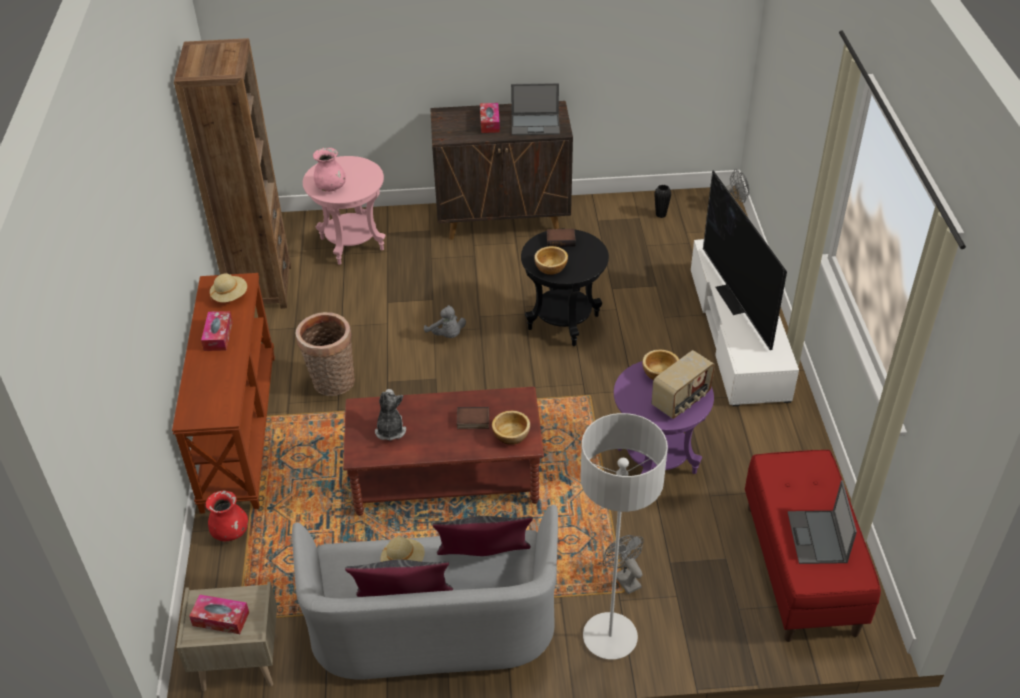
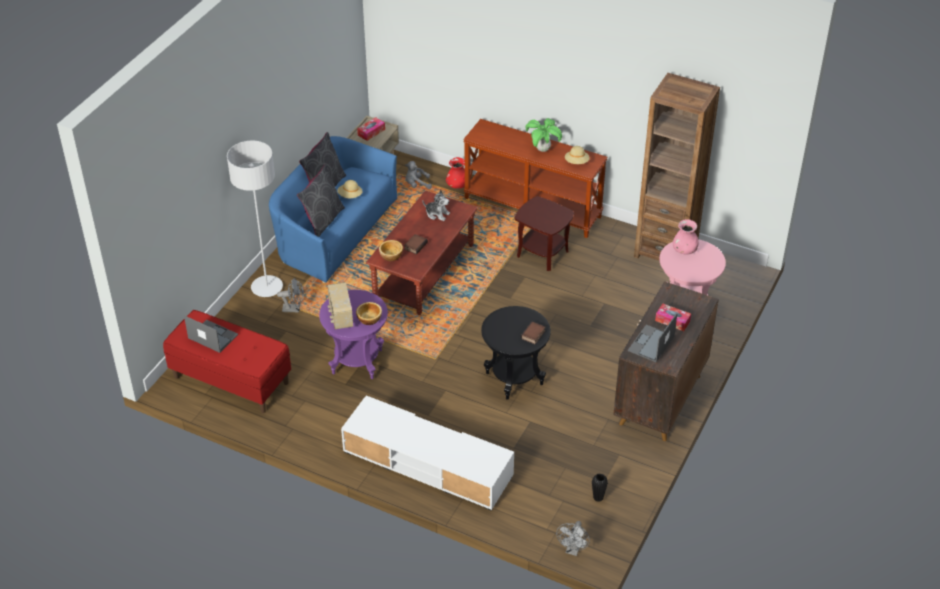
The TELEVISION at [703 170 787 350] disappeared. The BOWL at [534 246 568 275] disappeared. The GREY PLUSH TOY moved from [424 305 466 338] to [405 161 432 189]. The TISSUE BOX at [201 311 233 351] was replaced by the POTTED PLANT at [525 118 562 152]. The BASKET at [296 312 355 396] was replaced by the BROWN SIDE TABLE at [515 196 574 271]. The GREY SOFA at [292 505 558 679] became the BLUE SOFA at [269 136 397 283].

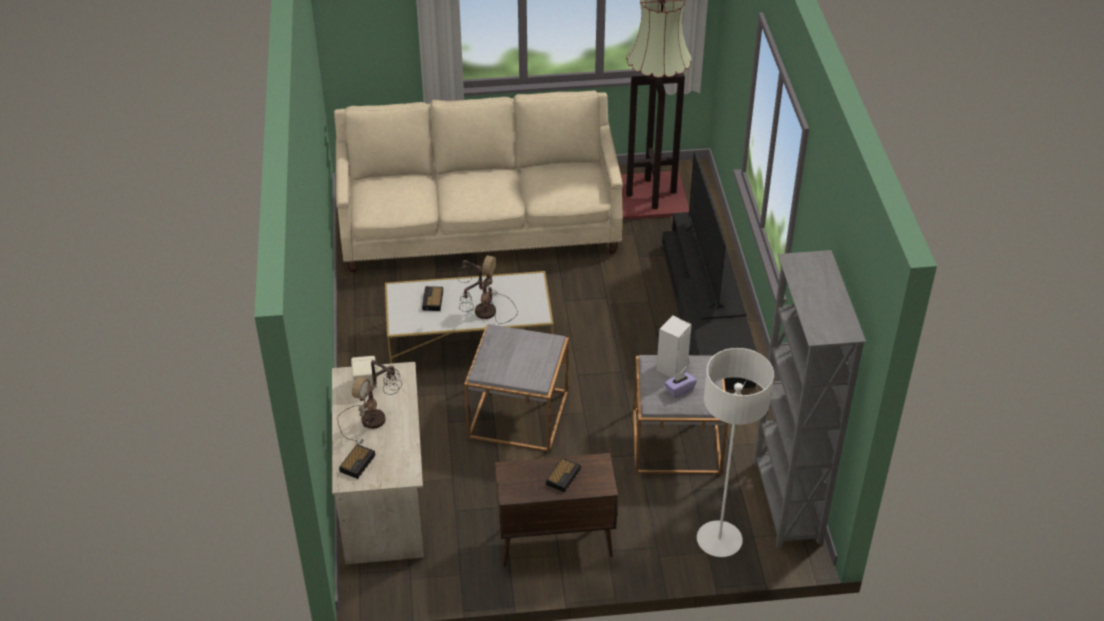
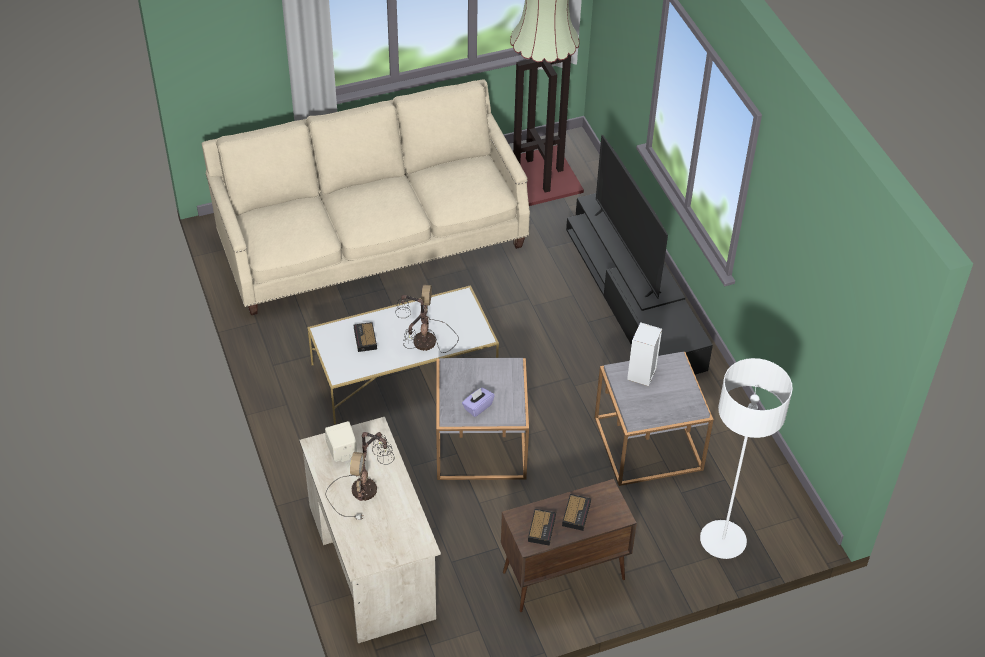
The GREY BOOKCASE at [753 250 866 548] disappeared. The PURPLE TISSUE BOX moved from [664 371 697 398] to [462 387 495 417]. The ALARM CLOCK moved from [339 444 375 479] to [528 509 556 546].

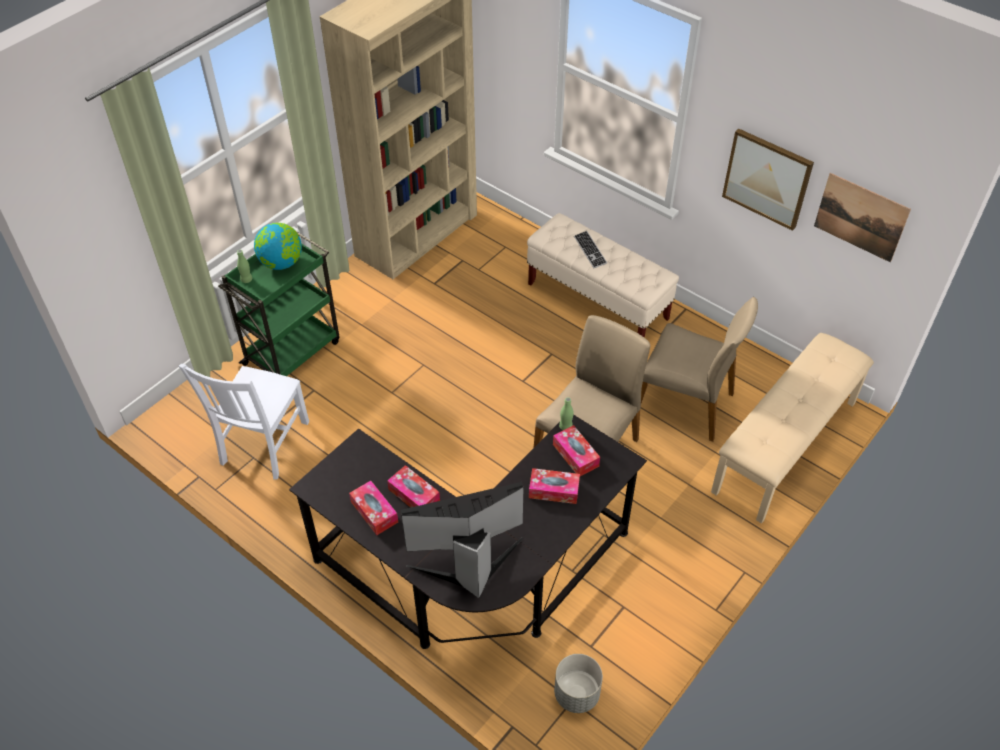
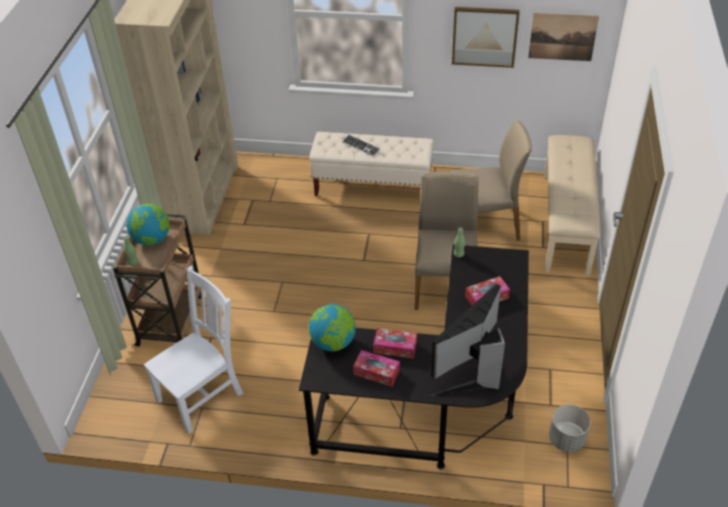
The GREEN CART at [218 231 339 376] became the BROWN CART at [113 214 201 346]. The WHITE CHAIR at [179 364 309 480] turned 120 degrees counterclockwise. The TISSUE BOX at [553 425 600 476] disappeared. The GLOBE at [309 304 356 351] appeared.

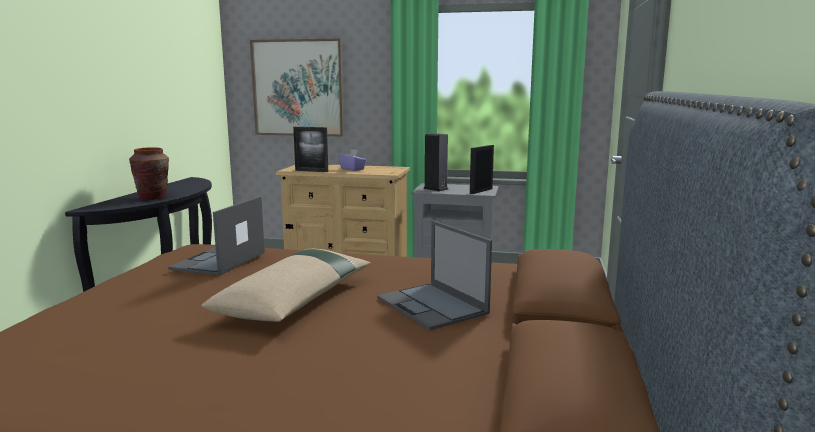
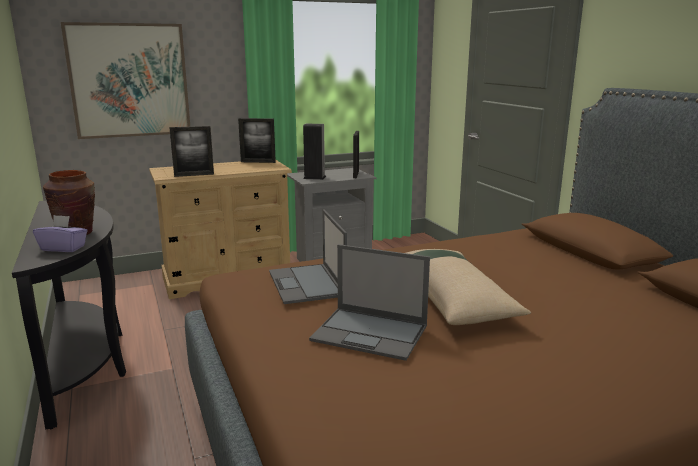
The PURPLE TISSUE BOX moved from [338 149 366 171] to [33 215 88 252]. The LAPTOP moved from [377 220 492 330] to [309 244 430 361]. The PICTURE FRAME at [238 118 276 163] appeared.

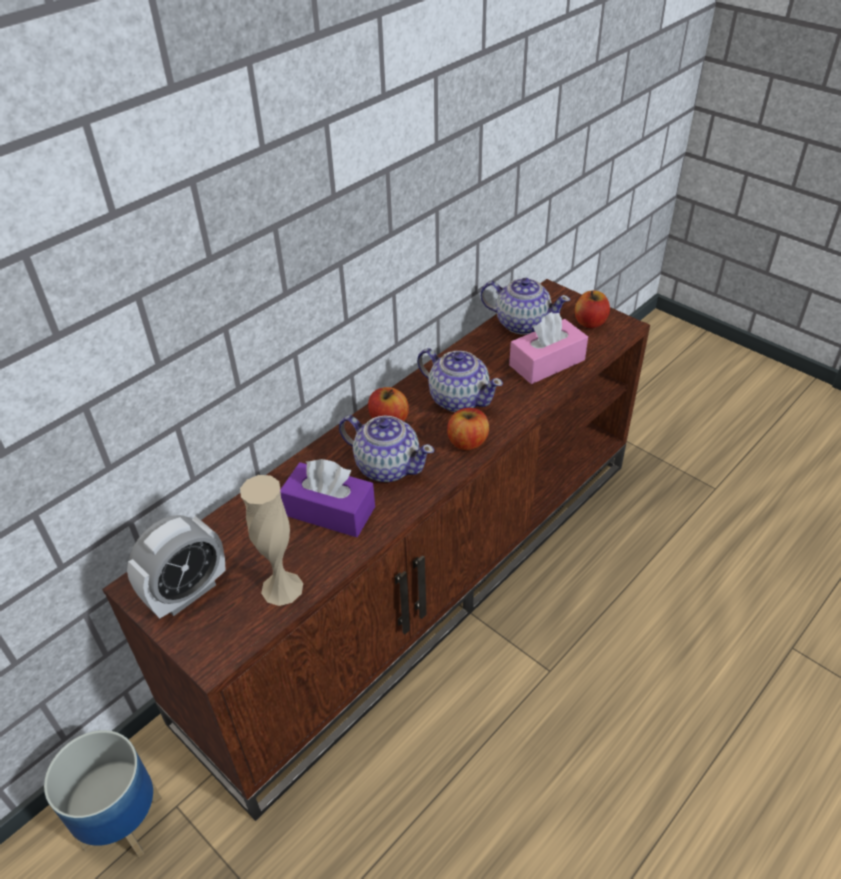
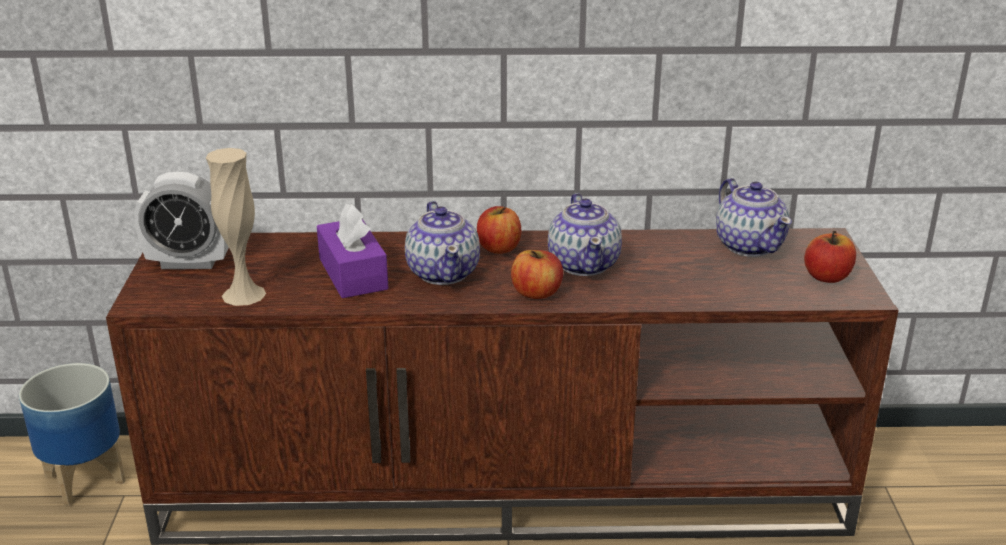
The PINK TISSUE BOX at [509 312 588 384] disappeared.

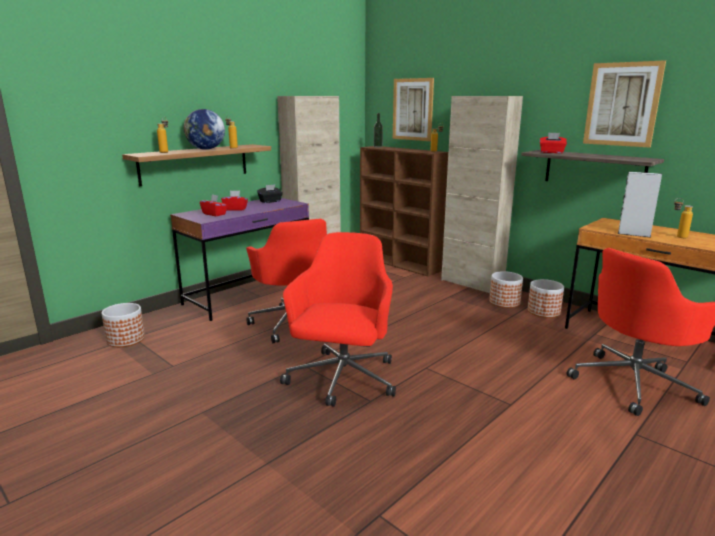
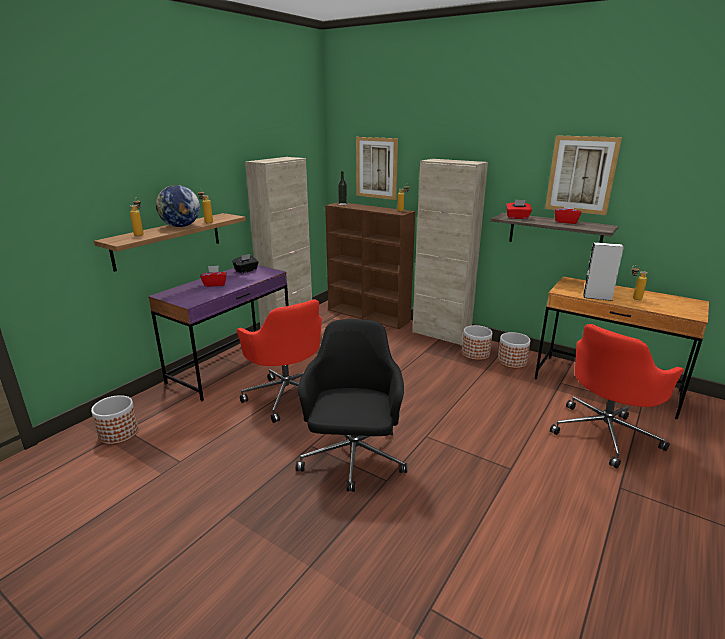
The RED TISSUE BOX moved from [200 195 228 216] to [555 202 581 224]. The RED OFFICE CHAIR at [280 232 396 407] became the BLACK OFFICE CHAIR at [296 319 407 492].

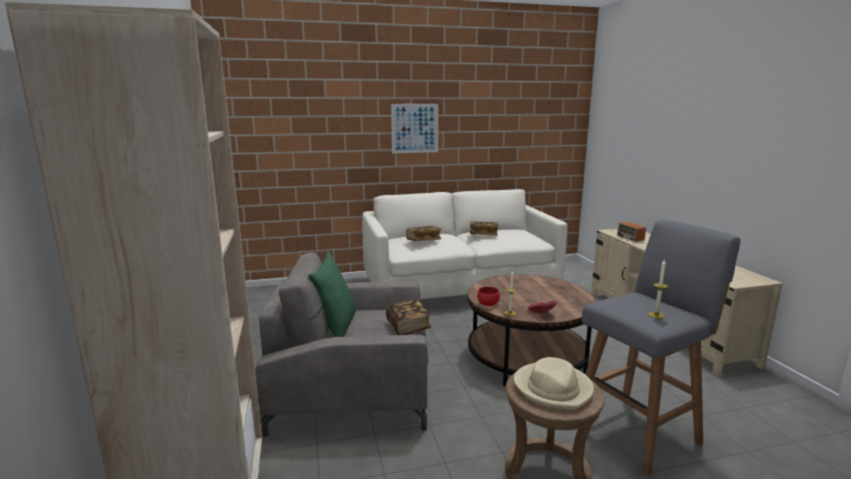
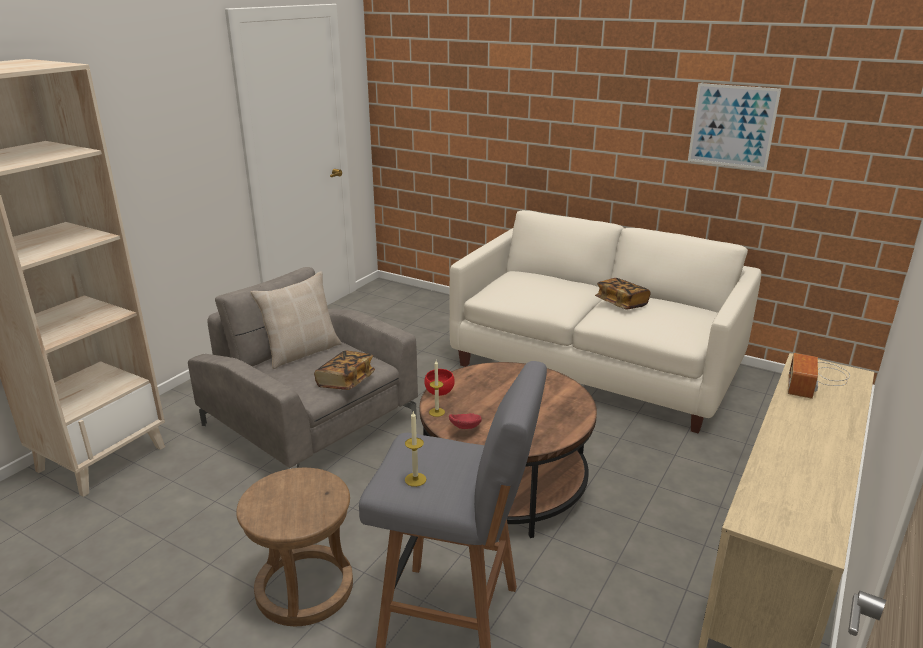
The PICTURE moved from [391 104 438 153] to [688 83 781 170]. The BOOK at [406 226 441 241] disappeared. The GREEN PILLOW at [308 252 356 337] became the BEIGE PILLOW at [250 272 342 369]. The BEIGE HAT at [514 357 594 410] disappeared.

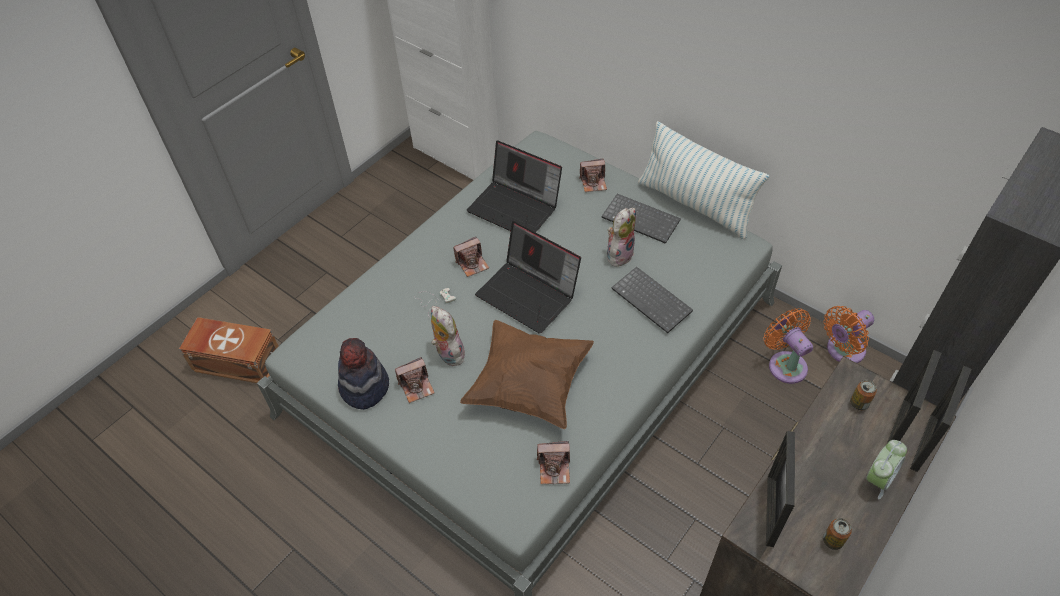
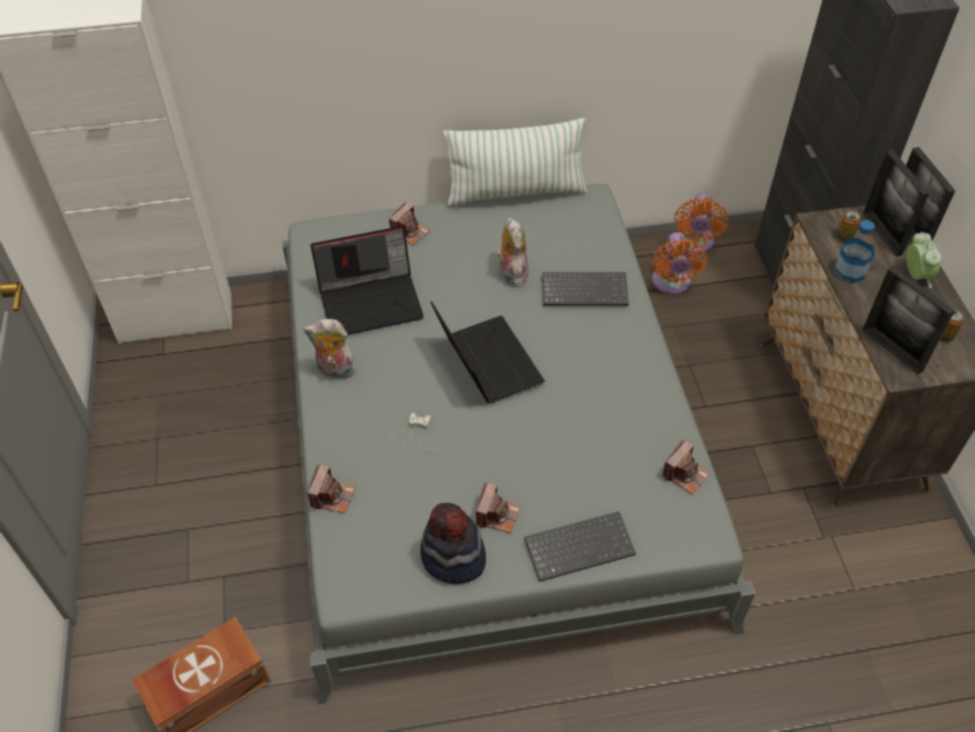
The KEYBOARD moved from [601 194 681 244] to [524 512 636 582]. The LAPTOP at [475 221 581 334] turned 105 degrees counterclockwise. The PHOTO CAMERA moved from [453 237 489 277] to [307 464 356 513]. The PLUSH TOY moved from [431 306 467 366] to [303 319 357 379]. The ORANGE FAN at [764 308 813 384] turned 105 degrees counterclockwise. The BROWN PILLOW at [460 320 594 429] disappeared. The BOTTLE at [834 220 875 283] appeared.

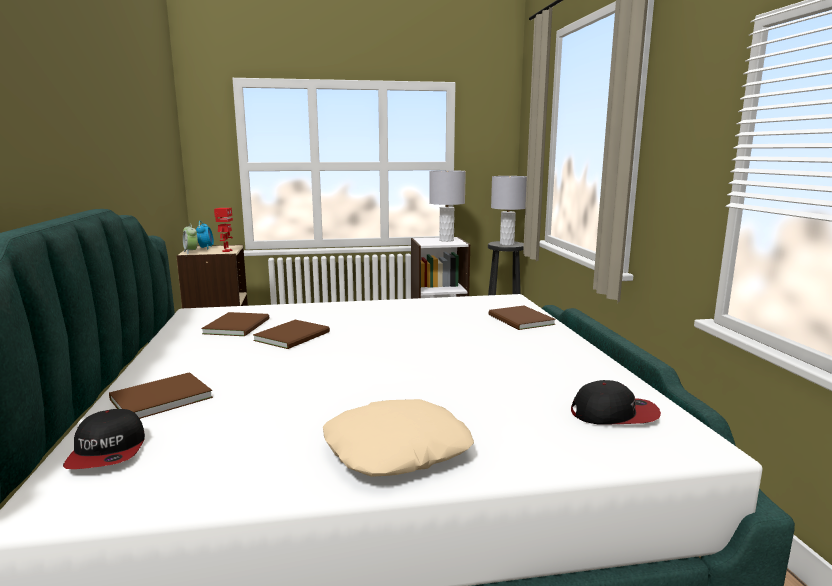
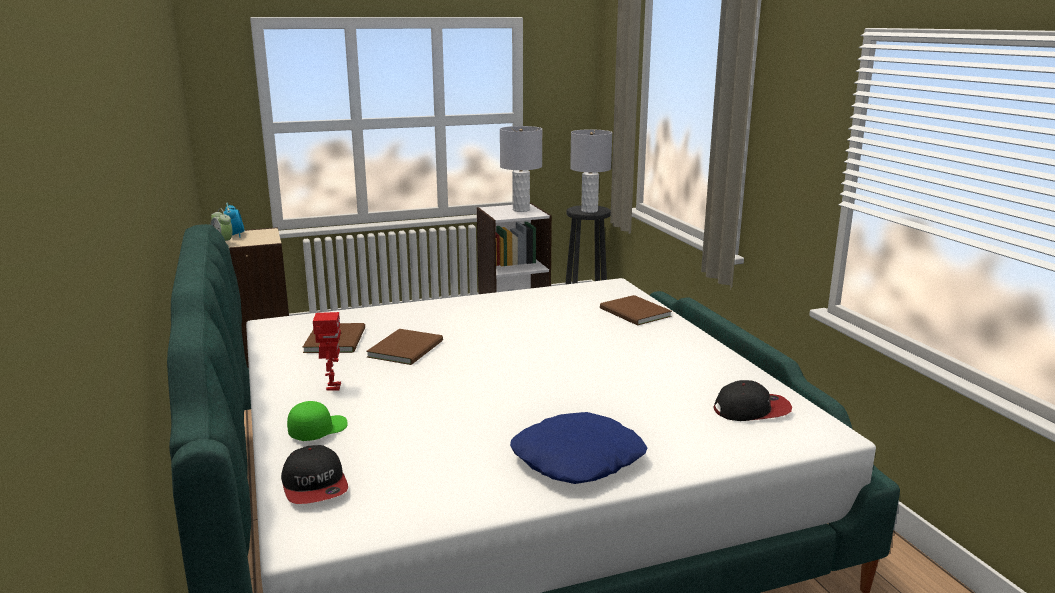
The TOY ROBOT moved from [214 208 233 252] to [313 312 341 391]. The BROWN BOOK at [109 372 213 419] was replaced by the GREEN CAP at [287 401 348 441]. The BEIGE PILLOW at [323 399 474 477] became the BLUE PILLOW at [510 412 648 484].

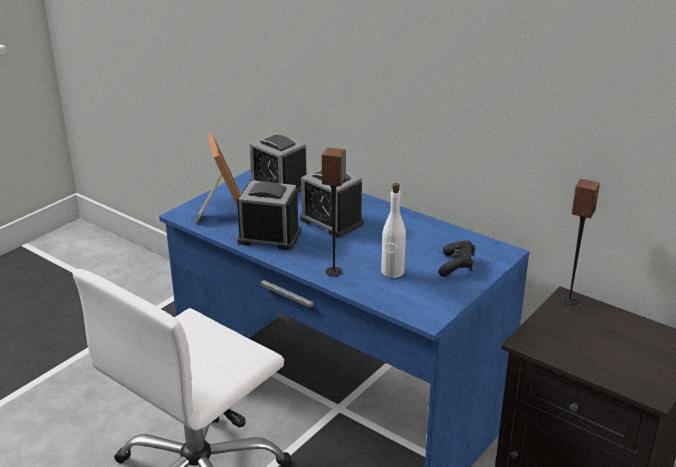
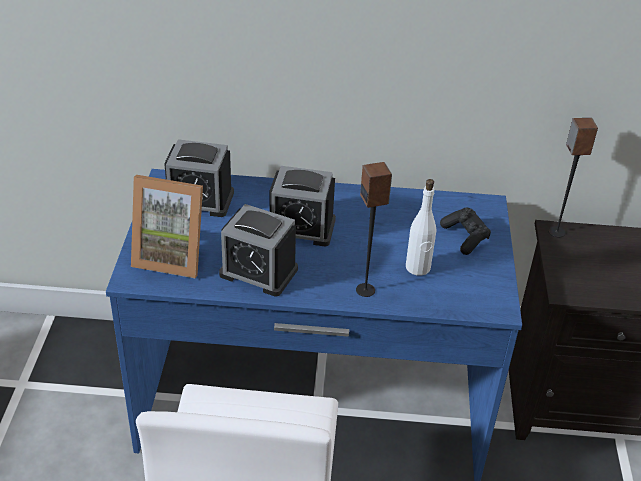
The PICTURE FRAME at [194 133 241 223] turned 150 degrees clockwise. The ALARM CLOCK at [237 180 301 250] turned 135 degrees counterclockwise.

